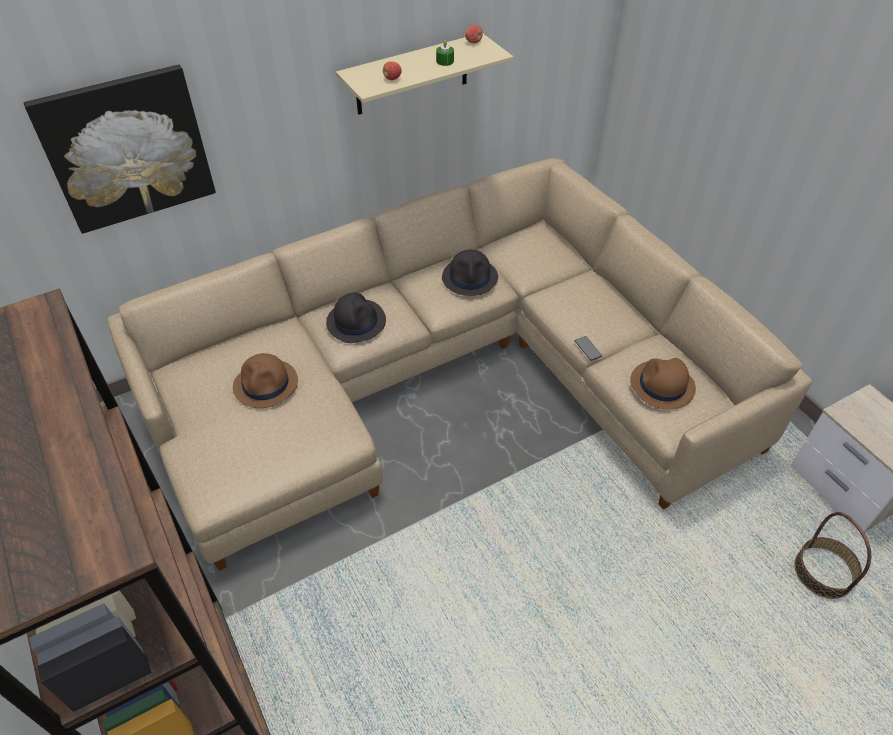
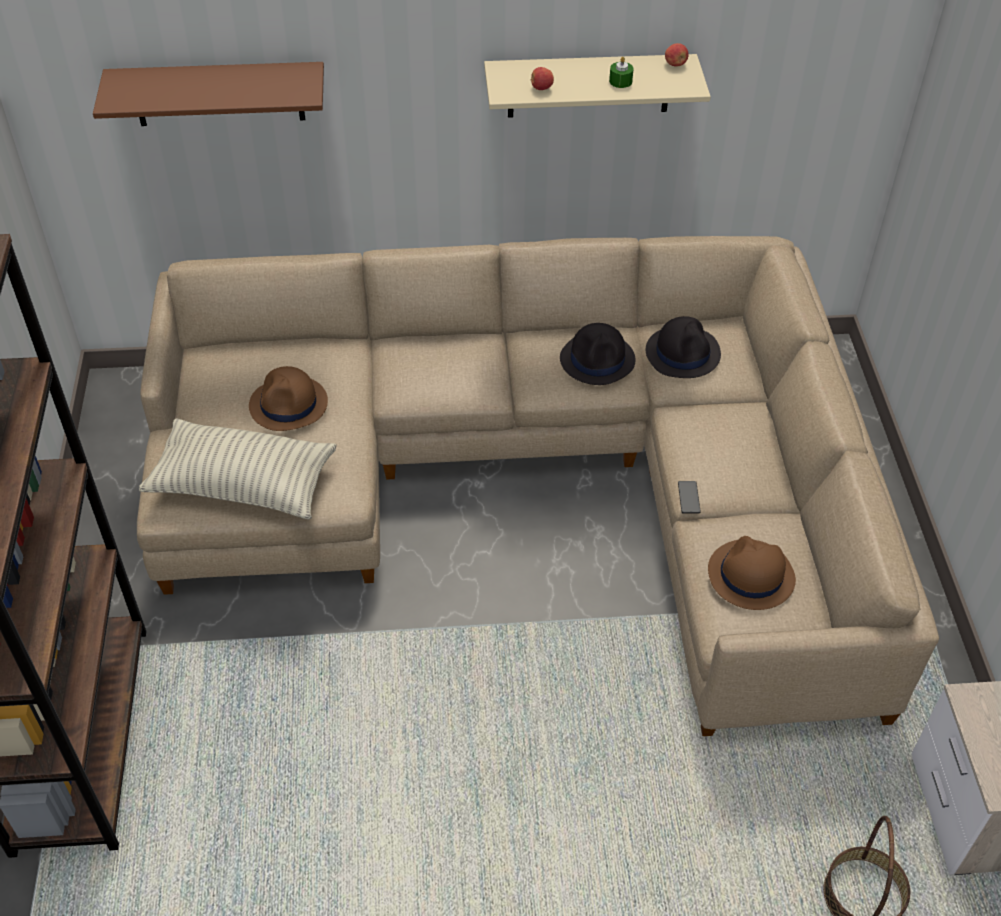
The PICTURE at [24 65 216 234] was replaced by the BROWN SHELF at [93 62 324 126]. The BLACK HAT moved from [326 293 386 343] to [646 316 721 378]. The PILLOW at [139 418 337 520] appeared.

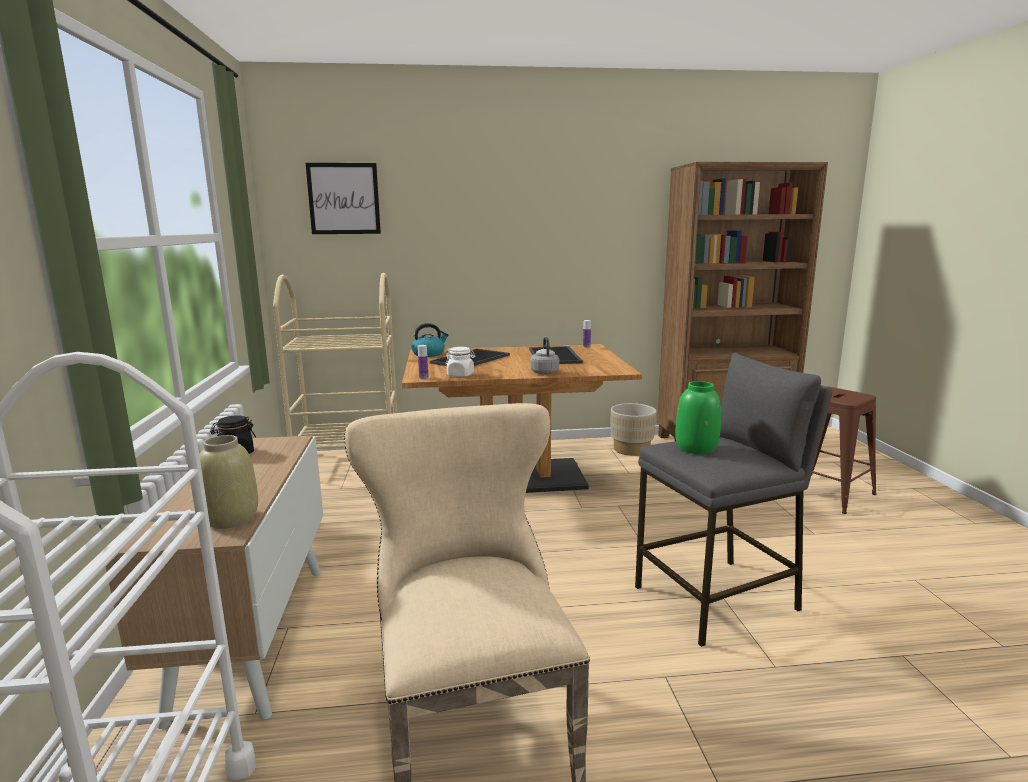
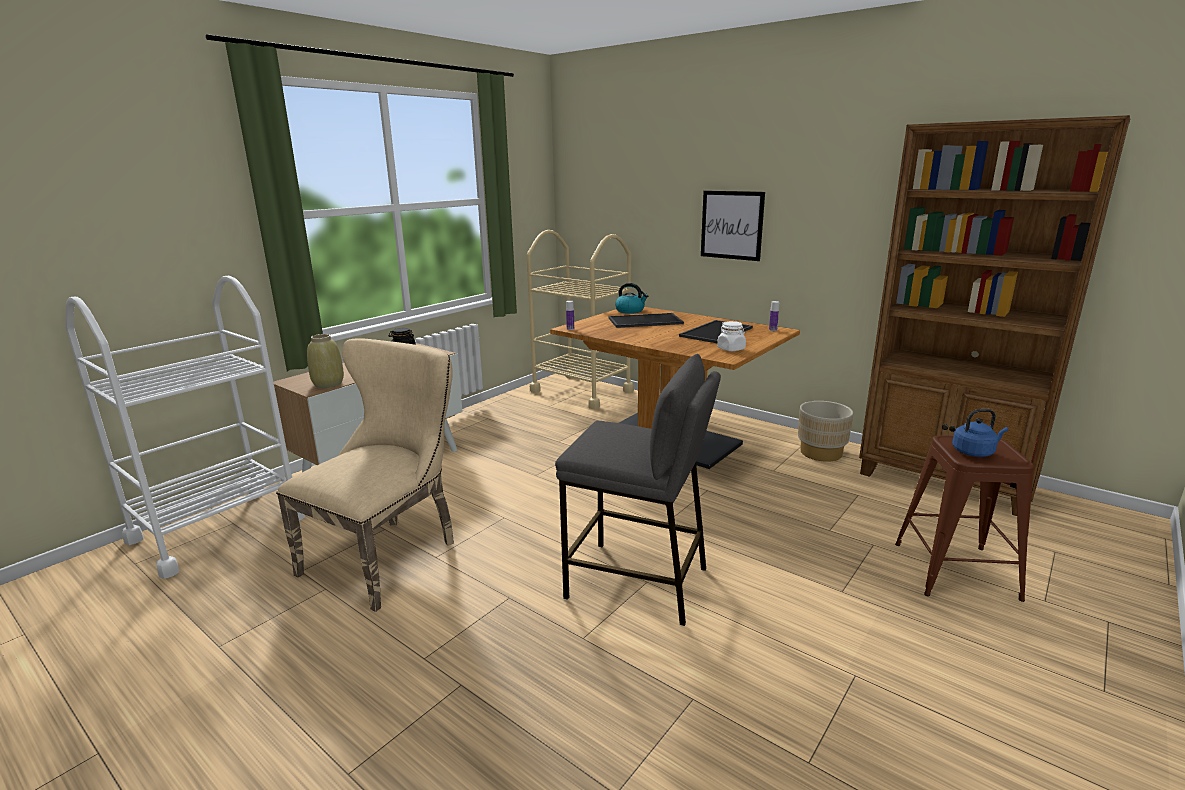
The PICTURE moved from [306 163 381 234] to [701 191 765 261]. The GREY KETTLE at [530 337 559 375] disappeared. The WHITE JAR moved from [445 347 475 377] to [717 321 746 351]. The GREEN VASE at [675 381 721 454] disappeared. The BLUE KETTLE at [952 409 1008 457] appeared.

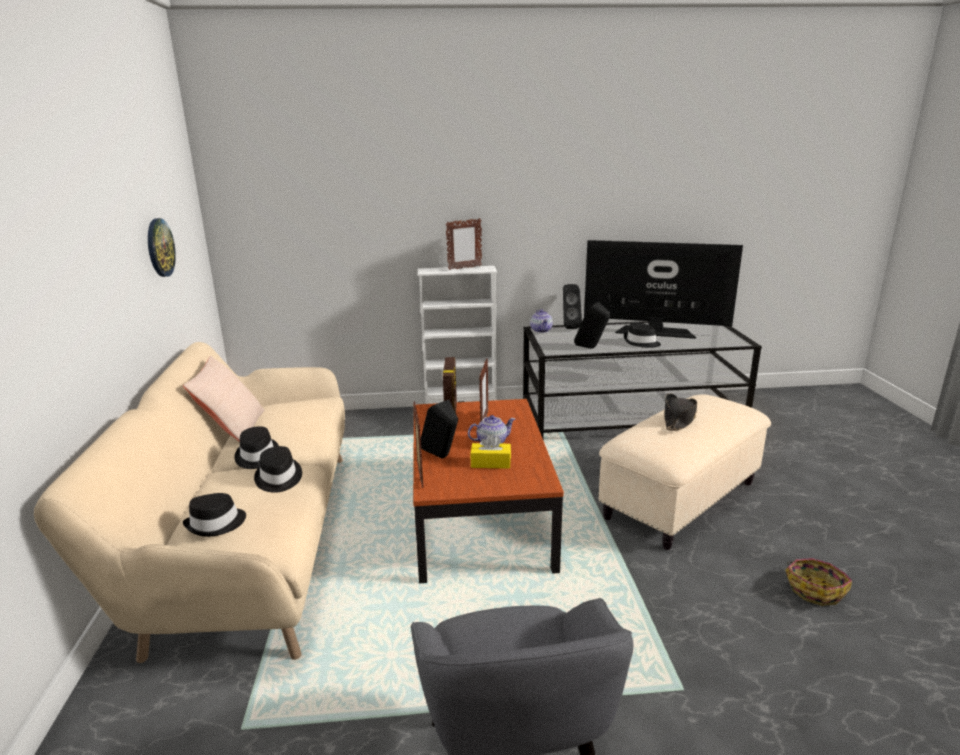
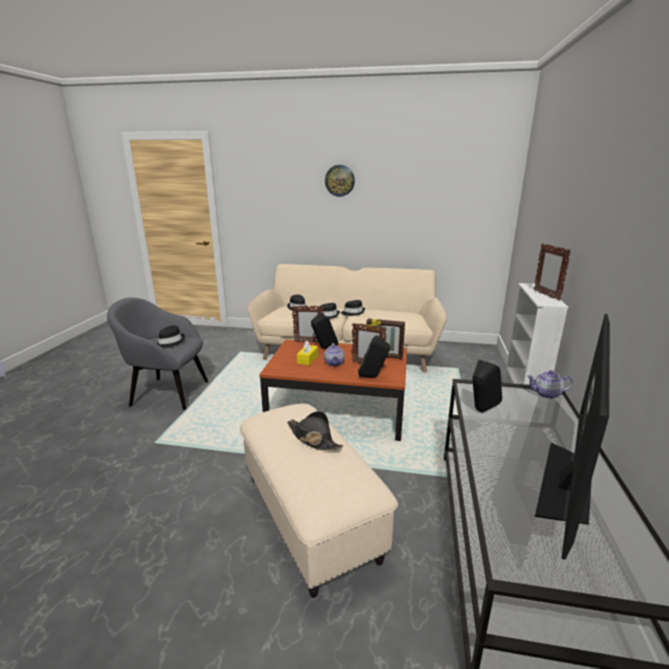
The WALL CLOCK moved from [148 218 176 277] to [325 165 355 197]. The BLACK SPEAKER moved from [563 284 582 329] to [358 335 390 378]. The BLACK HAT moved from [624 322 661 348] to [156 325 185 348]. The BEIGE PILLOW at [183 356 265 442] disappeared. The BASKET at [785 558 852 606] disappeared.

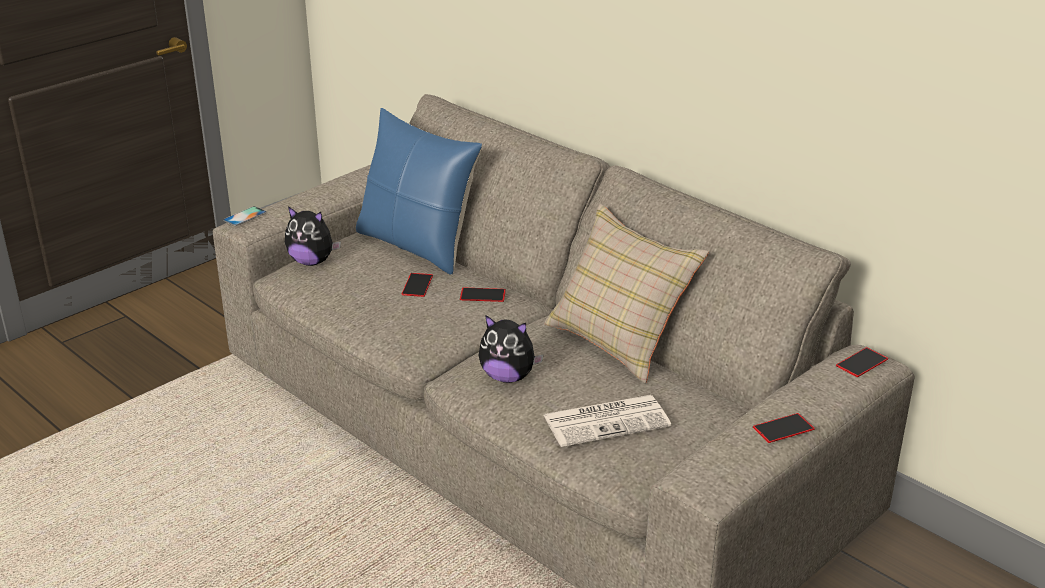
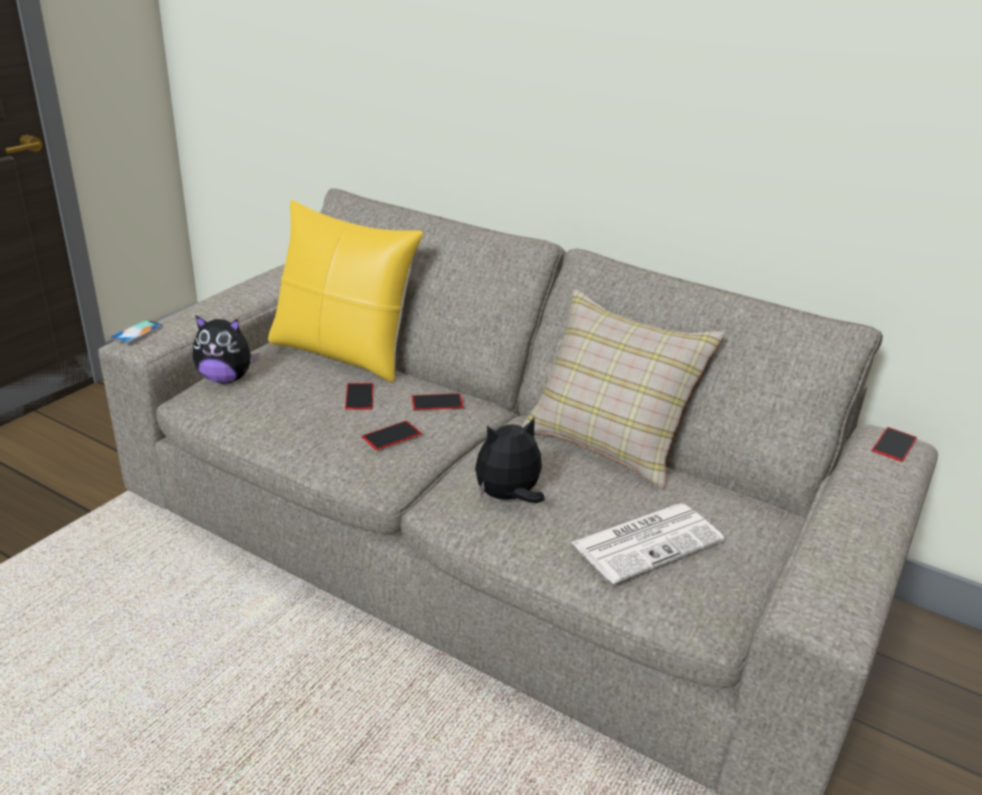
The BLUE PILLOW at [356 108 482 275] became the YELLOW PILLOW at [268 200 423 382]. The PLUSH TOY at [478 315 543 383] turned 150 degrees clockwise. The PHONE moved from [753 413 815 443] to [362 421 422 450].

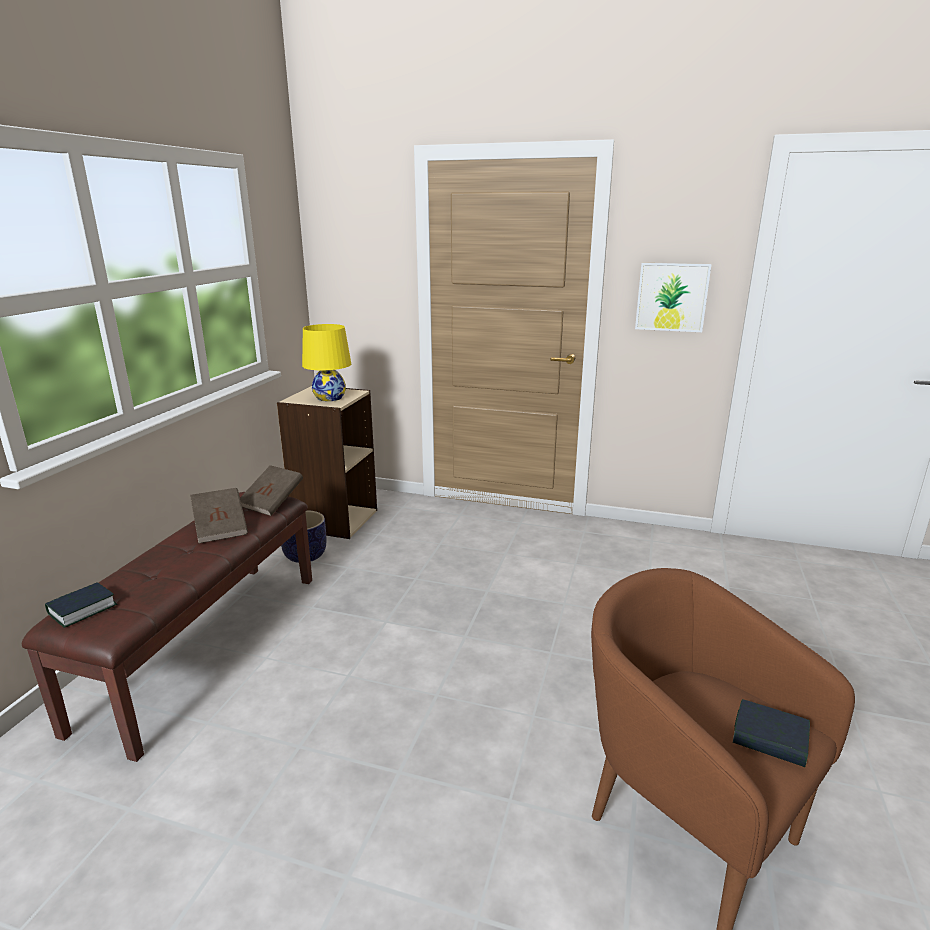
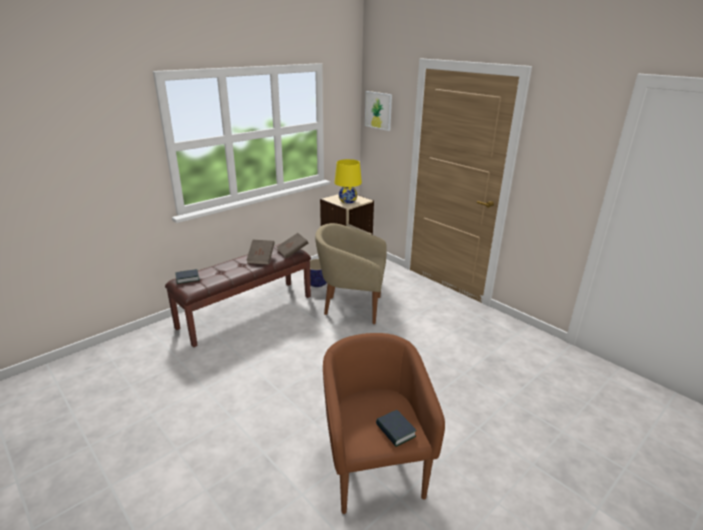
The PICTURE moved from [635 263 712 332] to [365 91 392 131]. The BEIGE ARMCHAIR at [315 223 387 324] appeared.

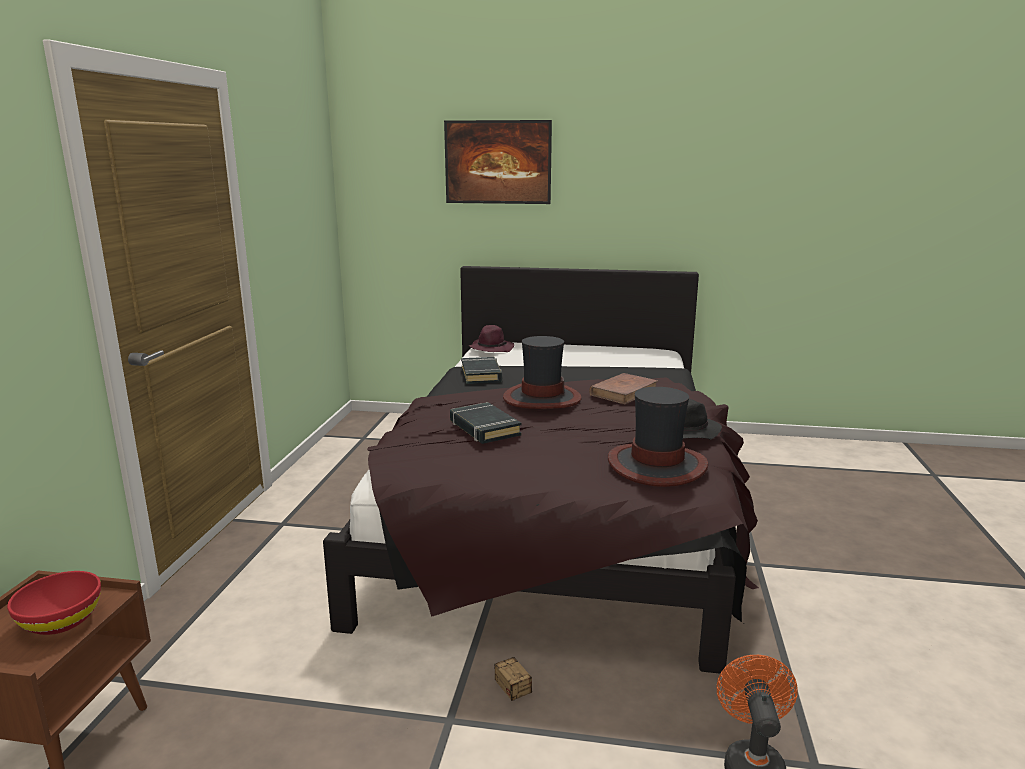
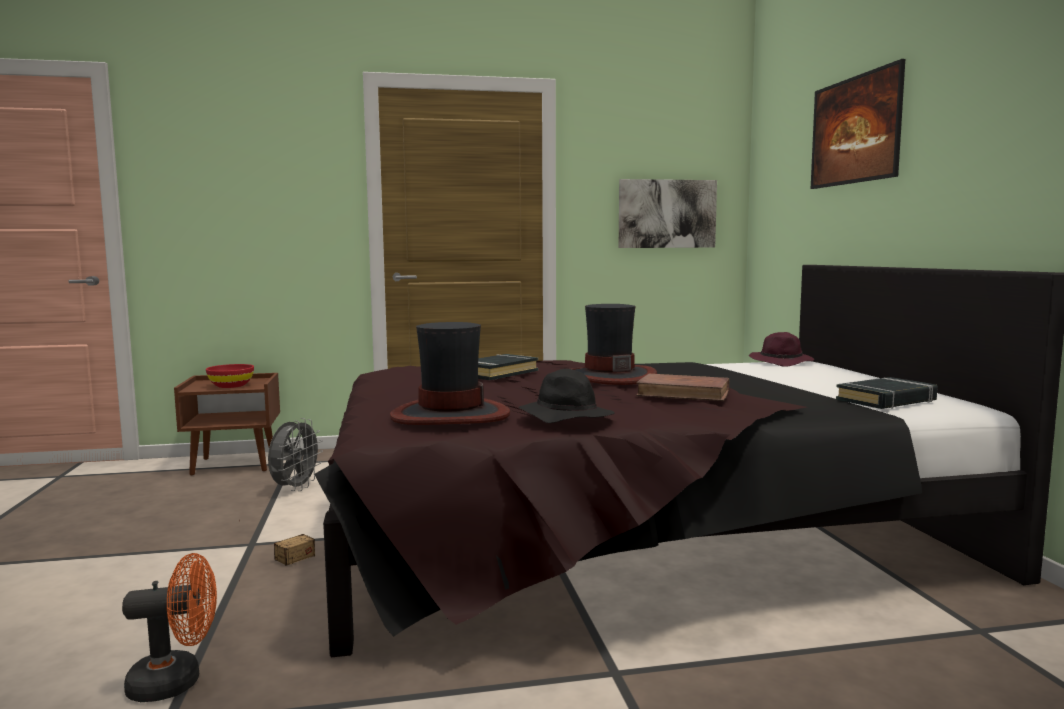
The BLACK BOOK moved from [461 357 502 384] to [836 377 938 409]. The PICTURE at [619 179 717 248] appeared. The GREY FAN at [268 418 323 491] appeared.

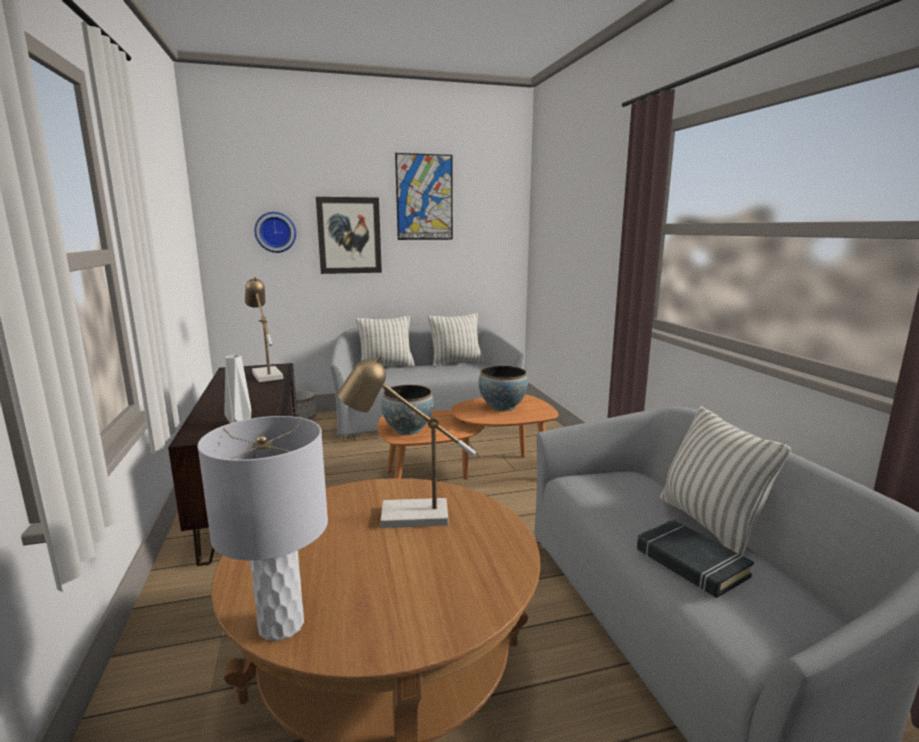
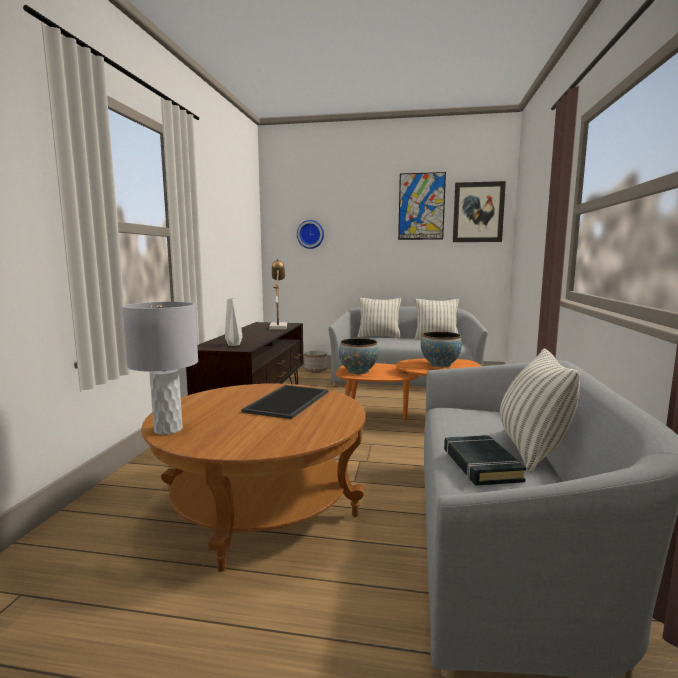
The PICTURE moved from [316 197 382 274] to [453 181 506 242]. The TABLE LAMP at [337 355 476 528] was replaced by the TRAY at [241 385 328 419].

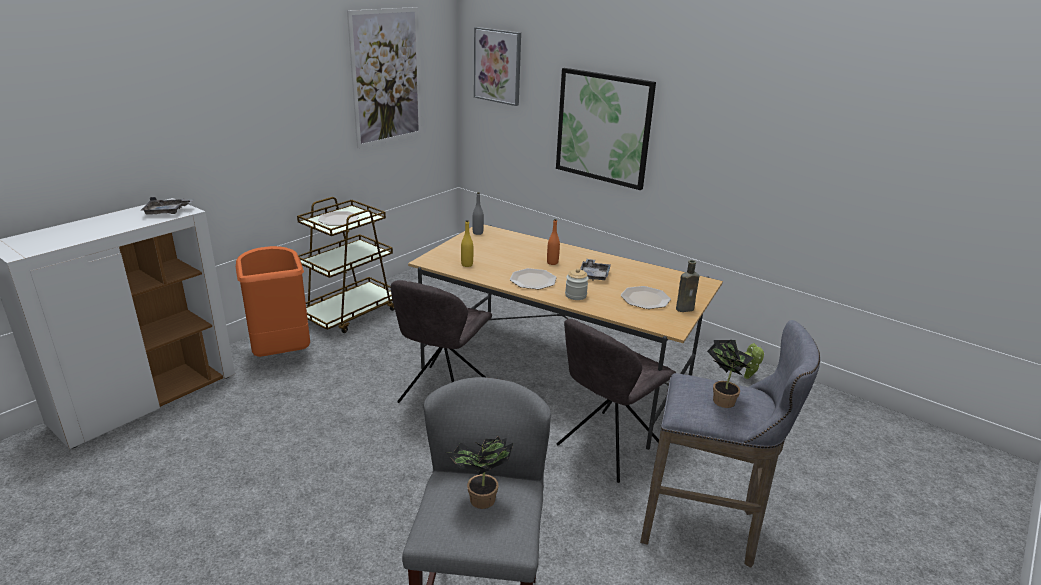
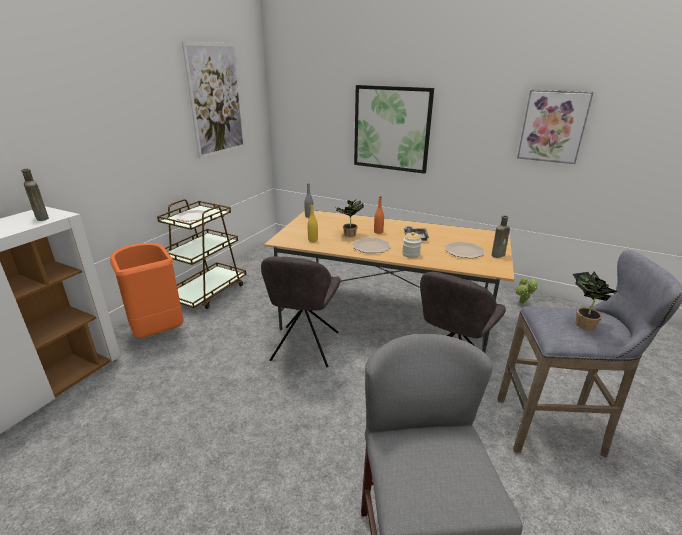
The PICTURE moved from [474 27 521 106] to [517 90 594 164]. The GREY TRAY at [140 197 193 215] was replaced by the BROWN BOTTLE at [21 169 49 221]. The POTTED PLANT moved from [446 436 514 509] to [336 200 364 237].

